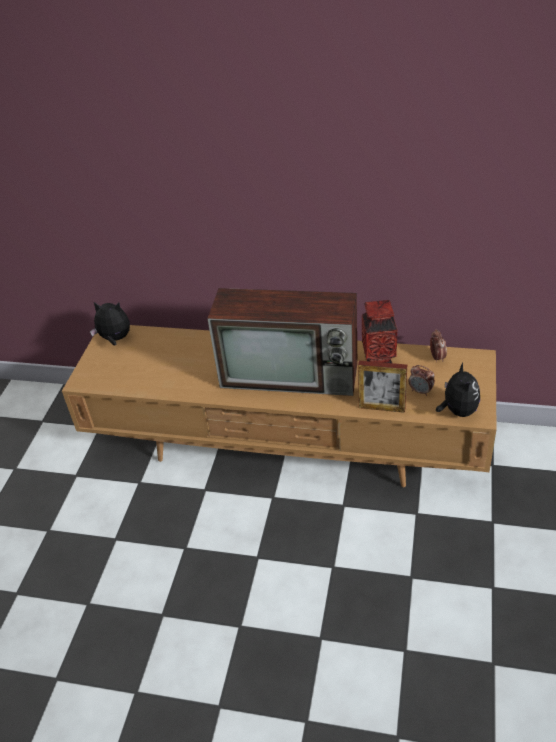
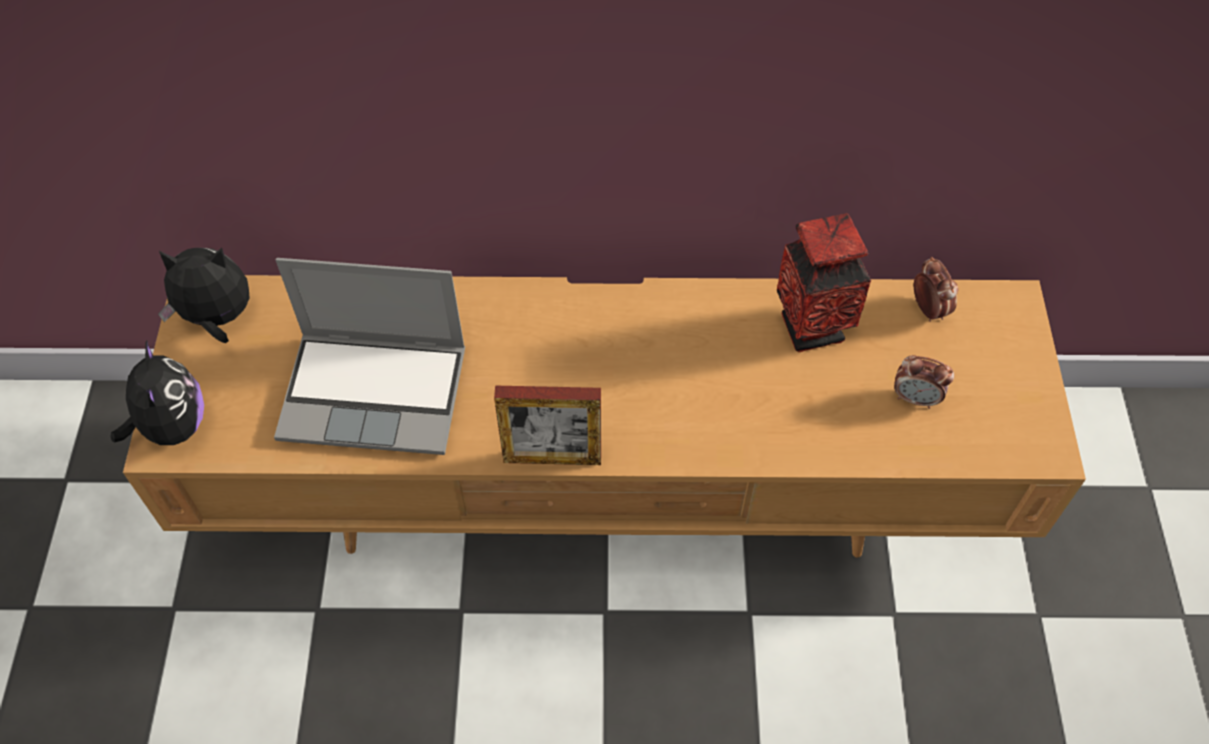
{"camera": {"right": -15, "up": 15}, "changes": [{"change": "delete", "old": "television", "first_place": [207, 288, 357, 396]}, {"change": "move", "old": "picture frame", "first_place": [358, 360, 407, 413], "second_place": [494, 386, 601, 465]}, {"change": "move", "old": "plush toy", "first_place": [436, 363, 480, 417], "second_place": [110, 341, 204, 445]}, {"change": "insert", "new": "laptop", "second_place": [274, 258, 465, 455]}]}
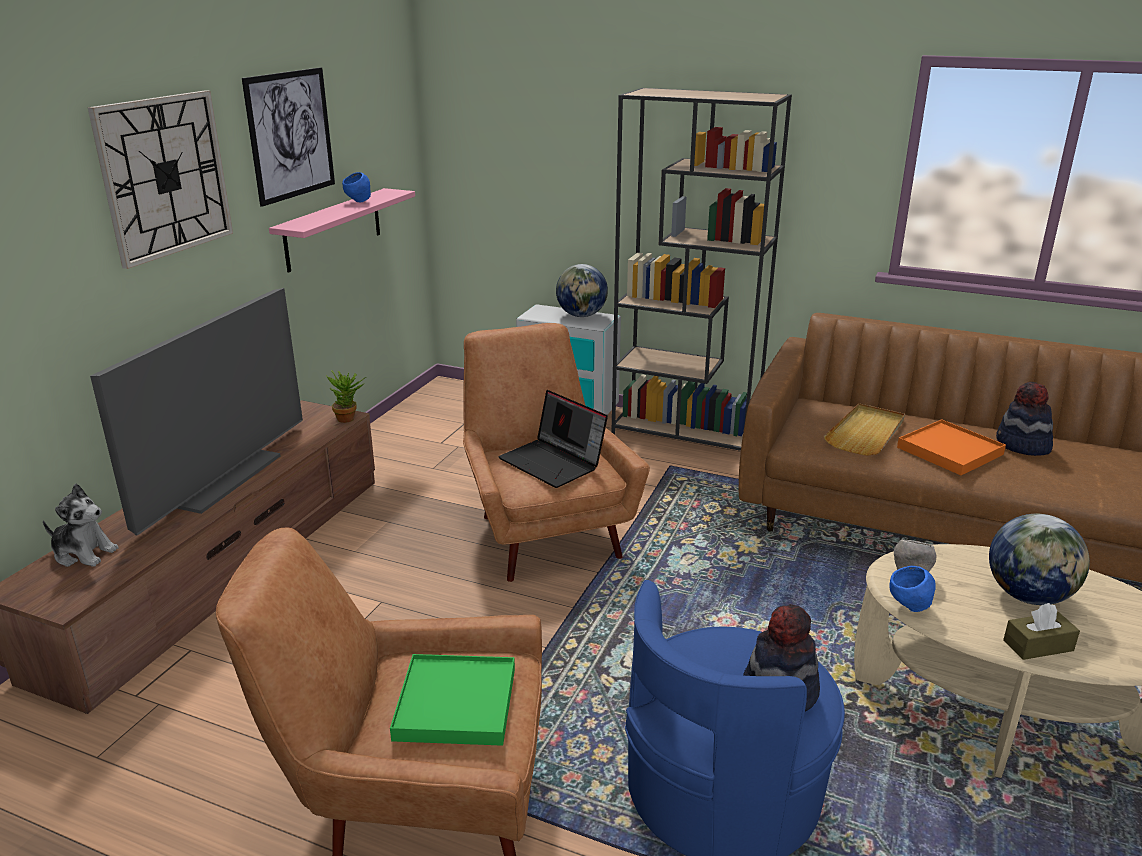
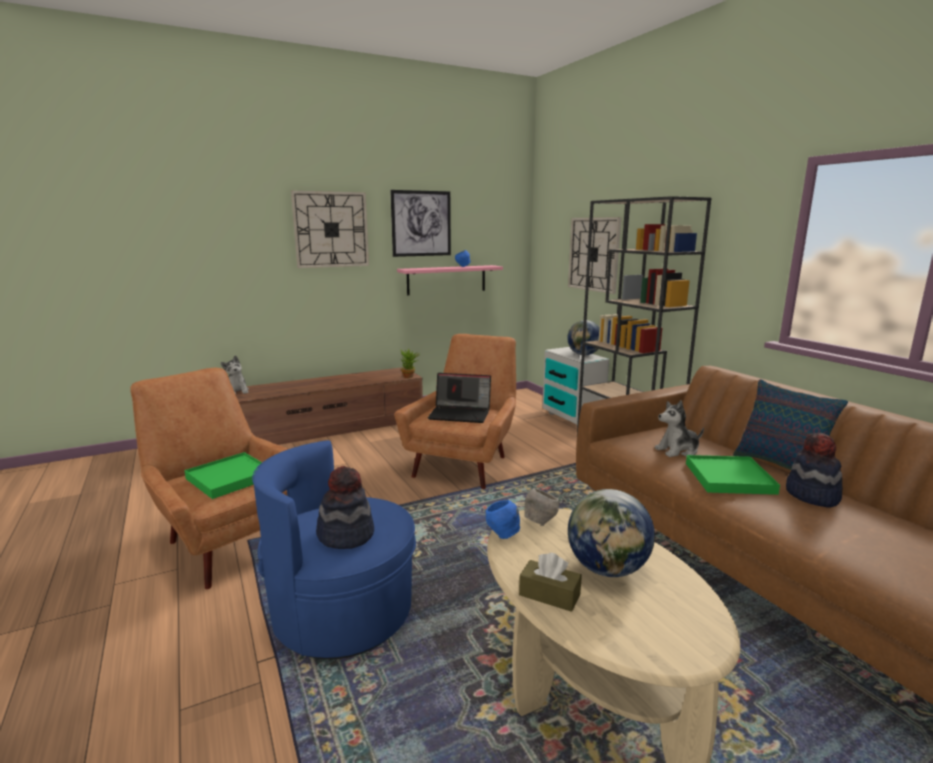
{"camera": {"right": 40, "up": -10}, "changes": [{"change": "delete", "old": "television", "first_place": [90, 288, 303, 535]}, {"change": "rotate", "old": "laptop", "first_place": [498, 390, 608, 488], "second_place": [428, 373, 491, 423], "degrees": -75}, {"change": "replace", "old": "tray (beige)", "new": "plush toy", "first_place": [824, 403, 905, 456], "second_place": [655, 400, 704, 457]}, {"change": "recolor", "old": "tray (orange)", "new": "tray (green)", "first_place": [897, 419, 1006, 475], "second_place": [686, 455, 780, 495]}, {"change": "insert", "new": "wall clock", "second_place": [568, 217, 621, 294]}, {"change": "insert", "new": "pillow (blue)", "second_place": [733, 379, 848, 470]}]}
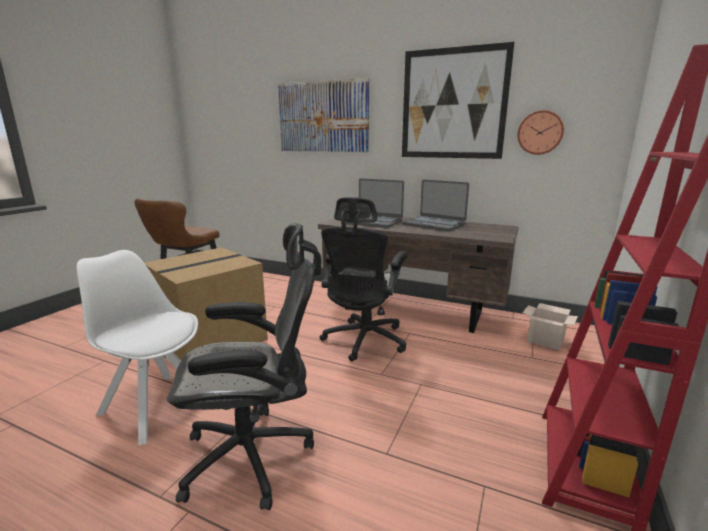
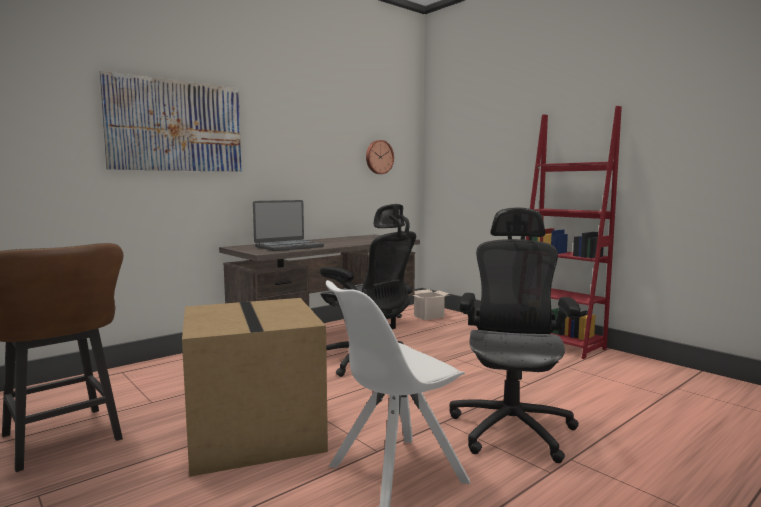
{"camera": {"right": -65, "up": -10}, "changes": [{"change": "delete", "old": "picture", "first_place": [402, 42, 514, 159]}, {"change": "delete", "old": "laptop", "first_place": [402, 180, 469, 231]}]}
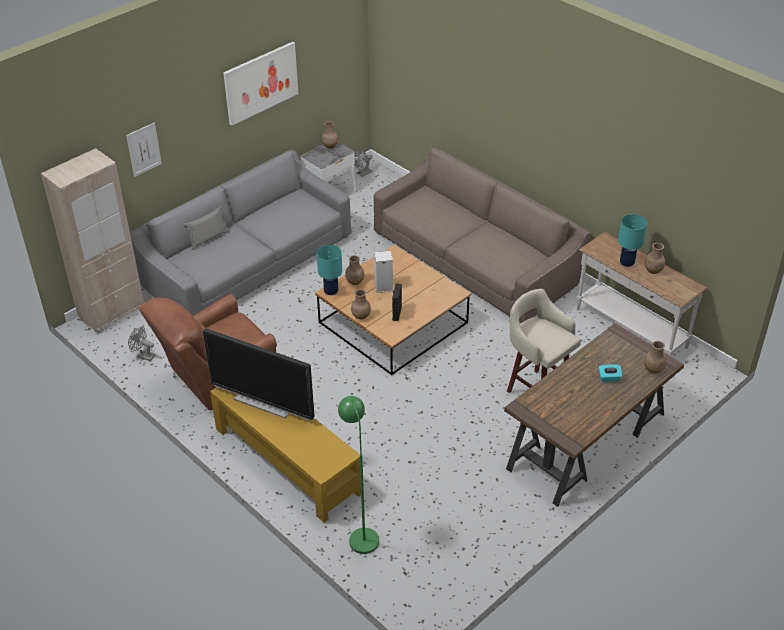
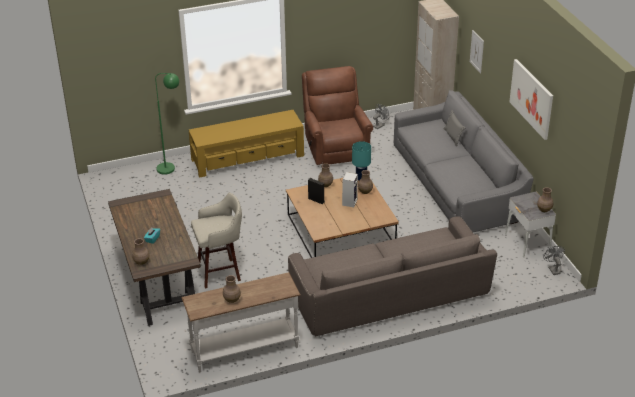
{"camera": {"right": 115, "up": -5}, "changes": [{"change": "delete", "old": "table lamp (turquoise)", "first_place": [618, 214, 647, 267]}, {"change": "delete", "old": "television", "first_place": [203, 328, 315, 421]}]}
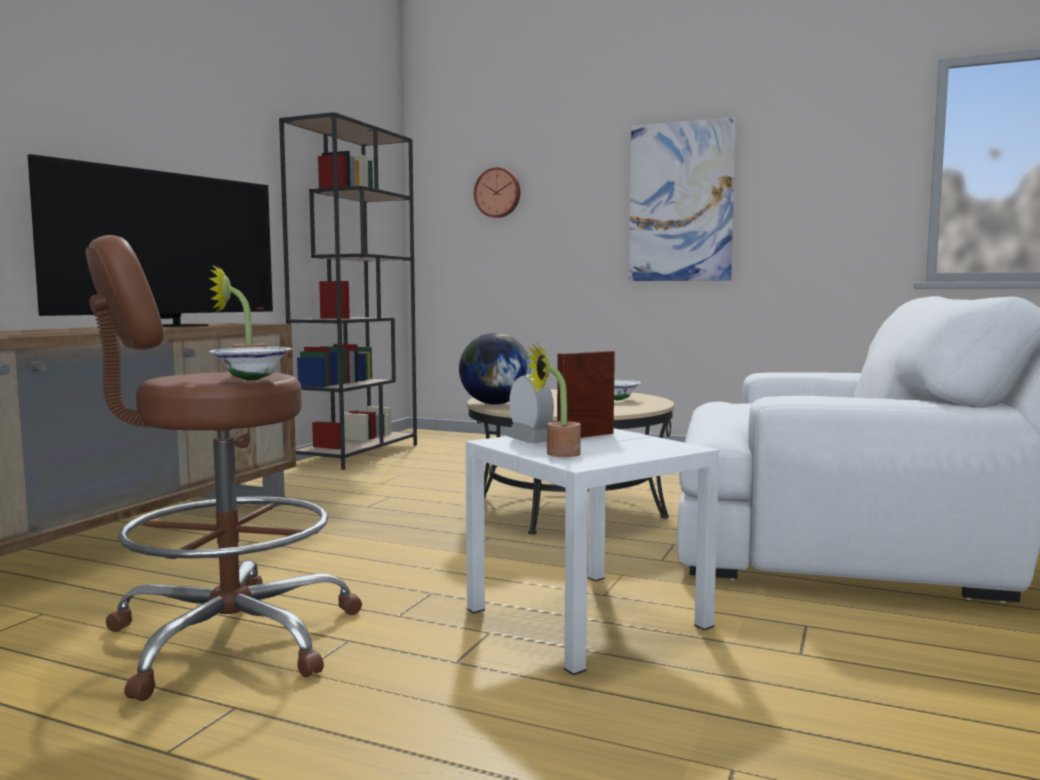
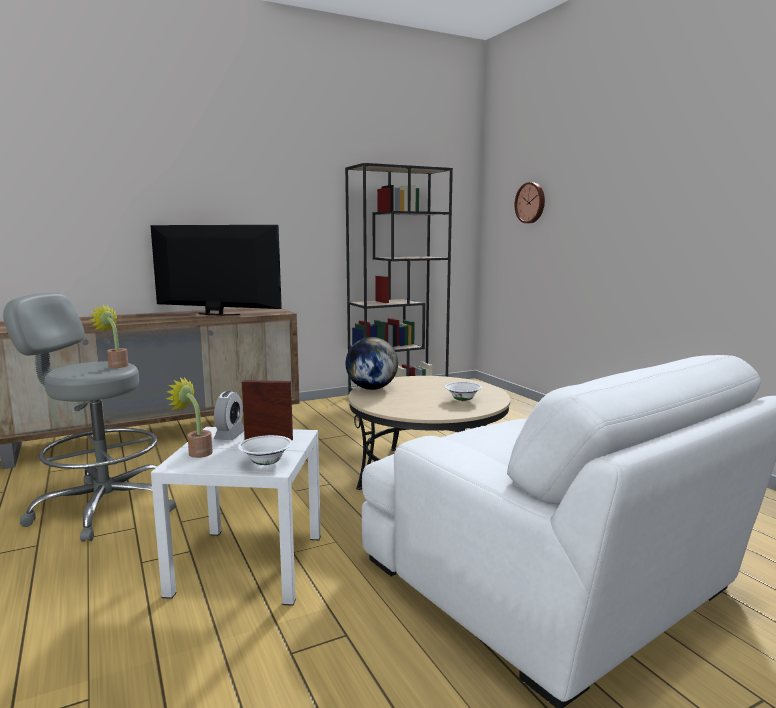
{"camera": {"right": 40, "up": 5}, "changes": [{"change": "delete", "old": "picture", "first_place": [629, 118, 736, 281]}, {"change": "rotate", "old": "television", "first_place": [28, 154, 273, 327], "second_place": [150, 225, 282, 316], "degrees": -150}, {"change": "recolor", "old": "stool (brown)", "new": "stool (grey)", "first_place": [85, 235, 362, 701], "second_place": [3, 292, 176, 542]}, {"change": "move", "old": "bowl (white)", "first_place": [209, 347, 292, 380], "second_place": [238, 435, 293, 465]}]}
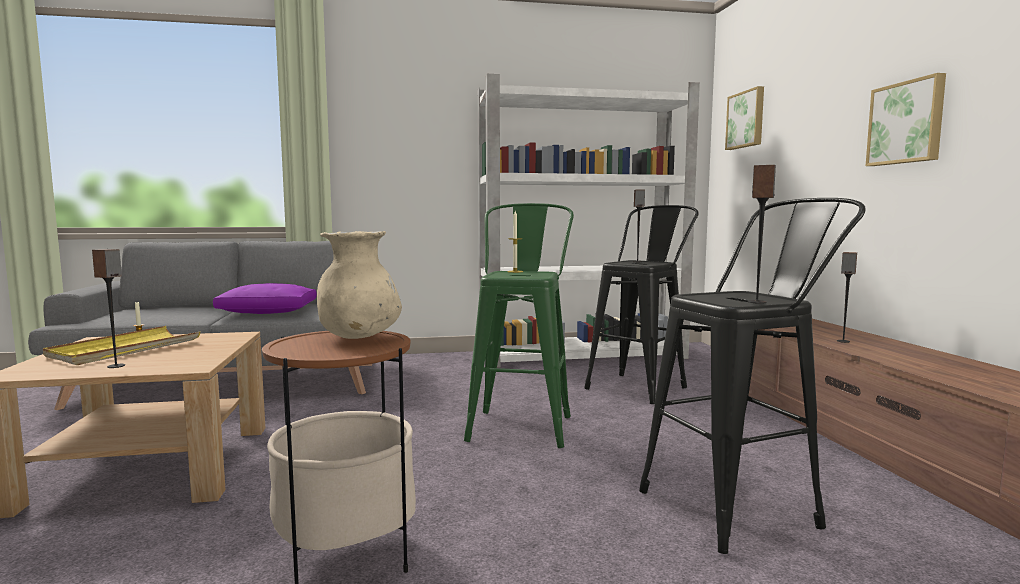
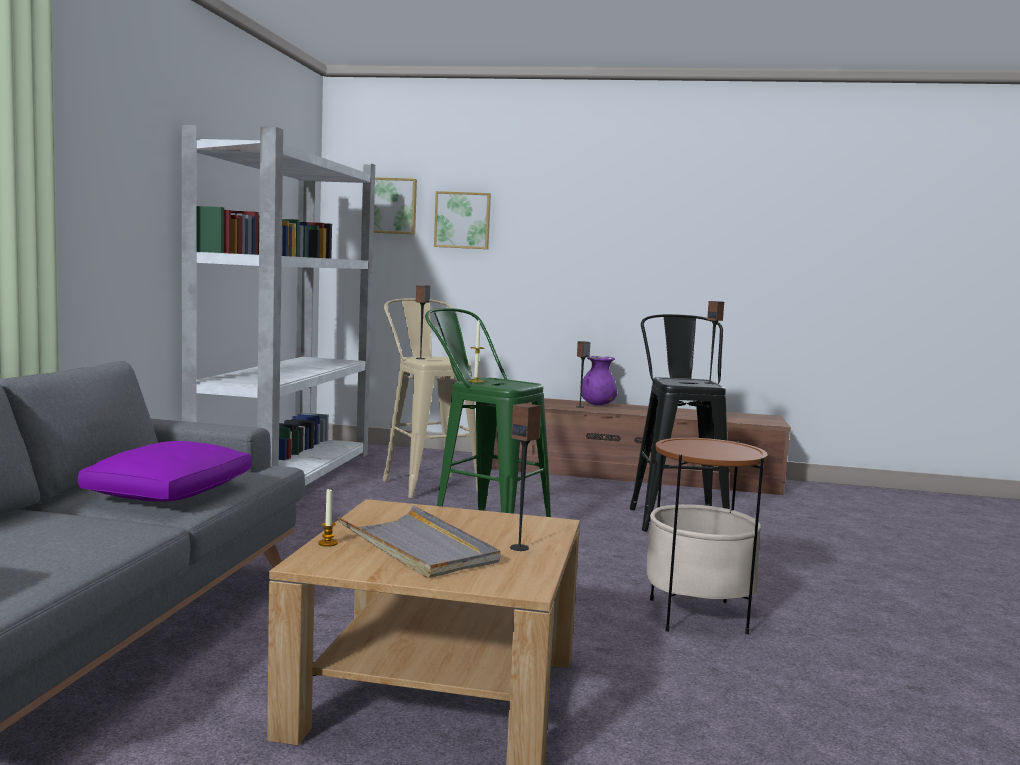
{"camera": {"right": -70, "up": 0}, "changes": [{"change": "move", "old": "picture", "first_place": [866, 73, 946, 166], "second_place": [434, 191, 491, 249]}, {"change": "recolor", "old": "stool (black)", "new": "stool (beige)", "first_place": [584, 205, 699, 404], "second_place": [382, 299, 478, 498]}, {"change": "delete", "old": "vase (beige)", "first_place": [317, 231, 402, 339]}, {"change": "recolor", "old": "tray (yellow)", "new": "tray (grey)", "first_place": [43, 326, 200, 365], "second_place": [337, 505, 501, 578]}, {"change": "insert", "new": "vase (purple)", "second_place": [580, 356, 618, 405]}]}
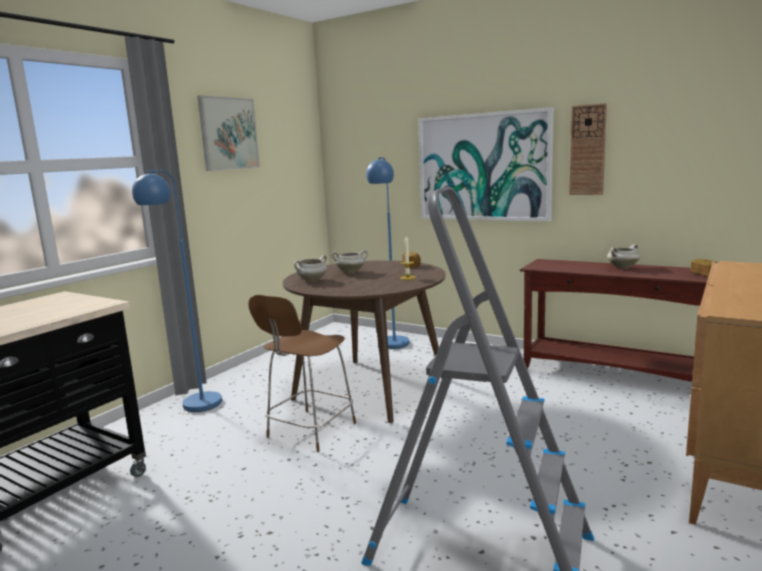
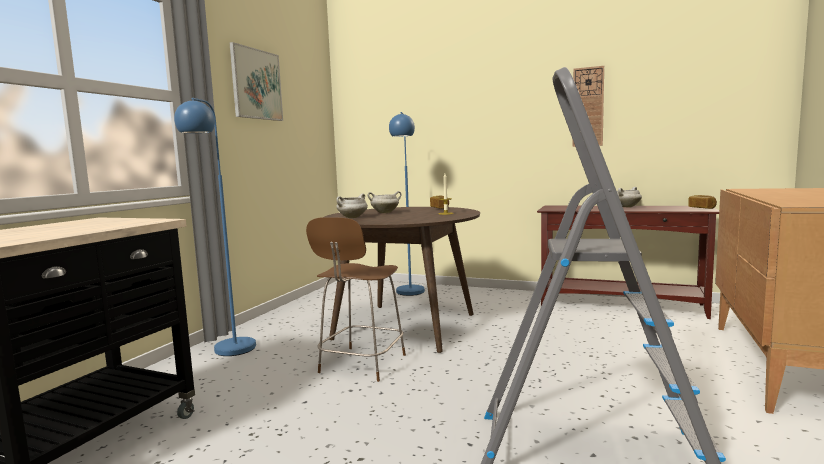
{"camera": {"right": -10, "up": -5}, "changes": [{"change": "delete", "old": "picture", "first_place": [418, 107, 554, 221]}]}
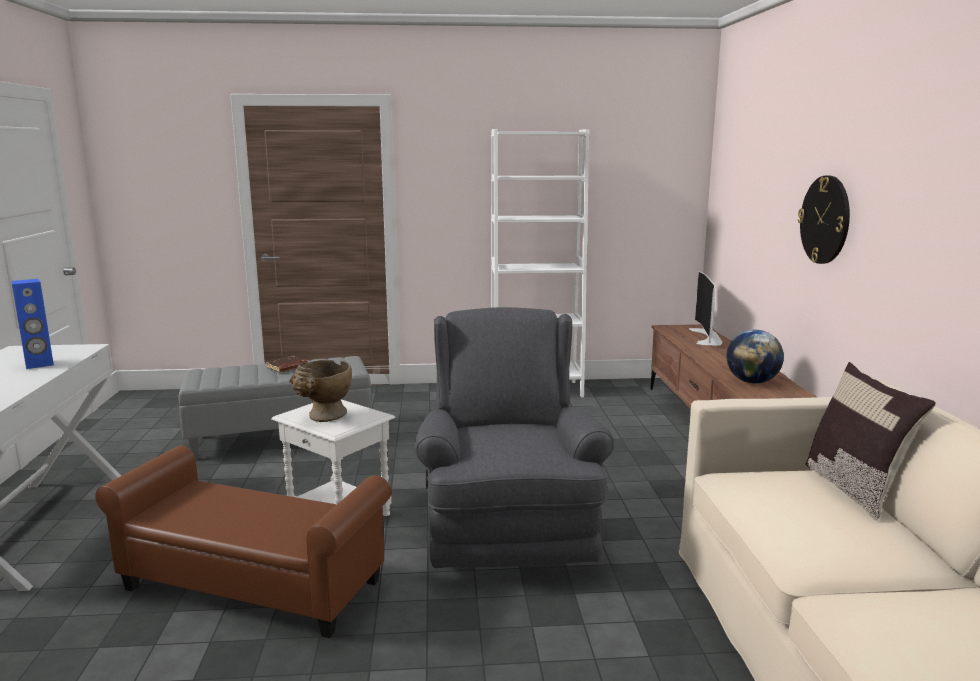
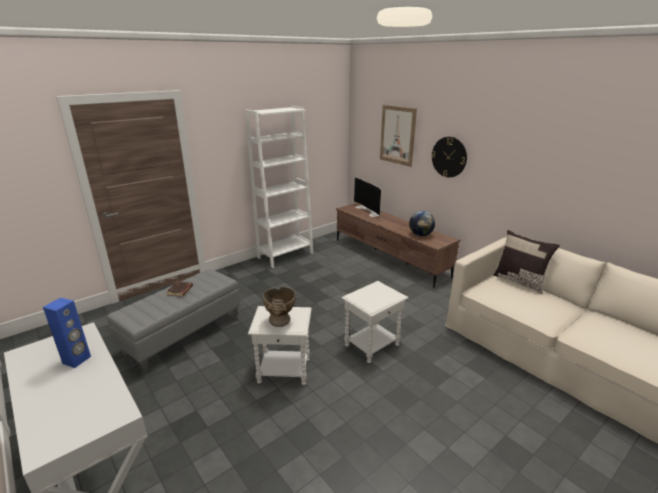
{"camera": {"right": -35, "up": 10}, "changes": [{"change": "replace", "old": "armchair (grey)", "new": "side table (white)", "first_place": [415, 307, 614, 568], "second_place": [341, 281, 409, 363]}, {"change": "delete", "old": "ottoman (brown)", "first_place": [95, 445, 391, 638]}, {"change": "insert", "new": "picture", "second_place": [380, 105, 417, 167]}]}
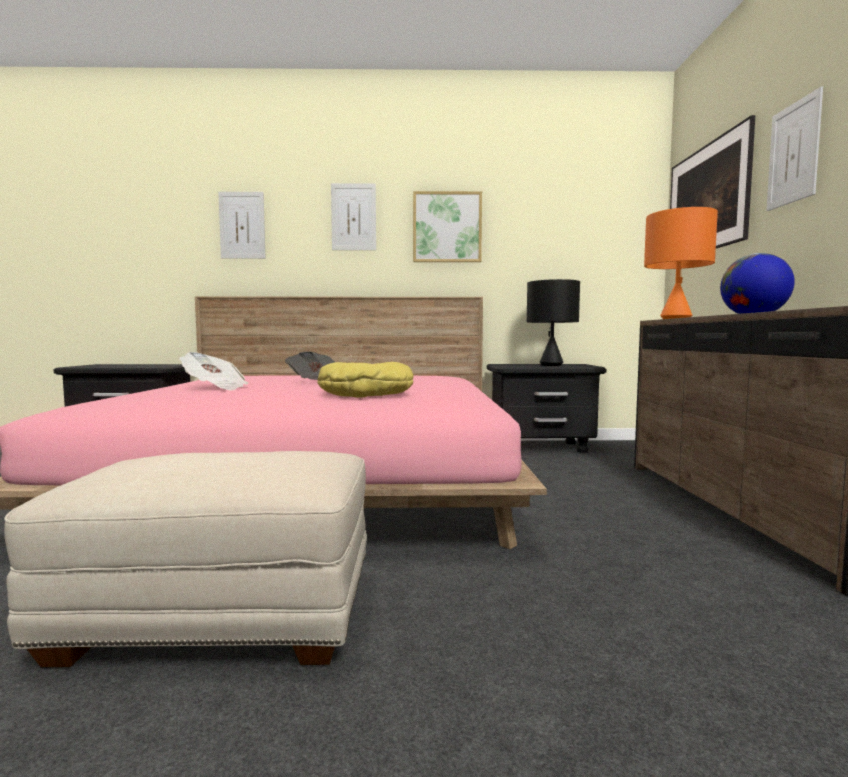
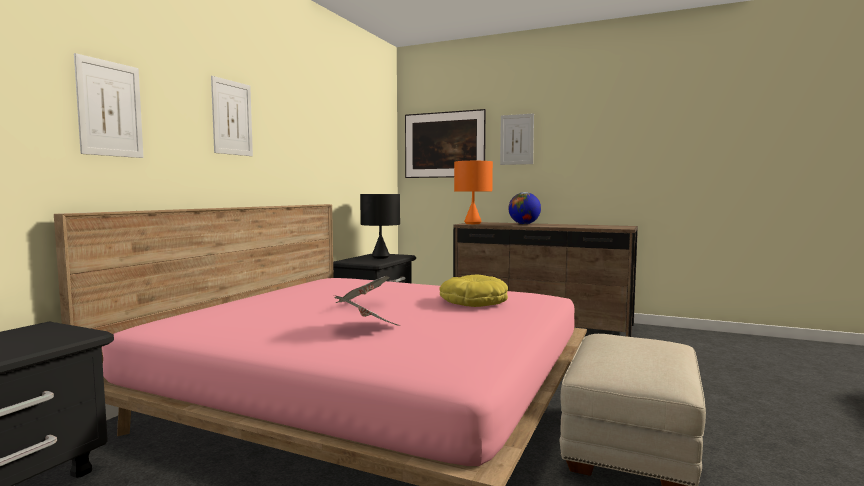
{"camera": {"right": -65, "up": 0}, "changes": [{"change": "delete", "old": "picture", "first_place": [413, 191, 482, 262]}]}
